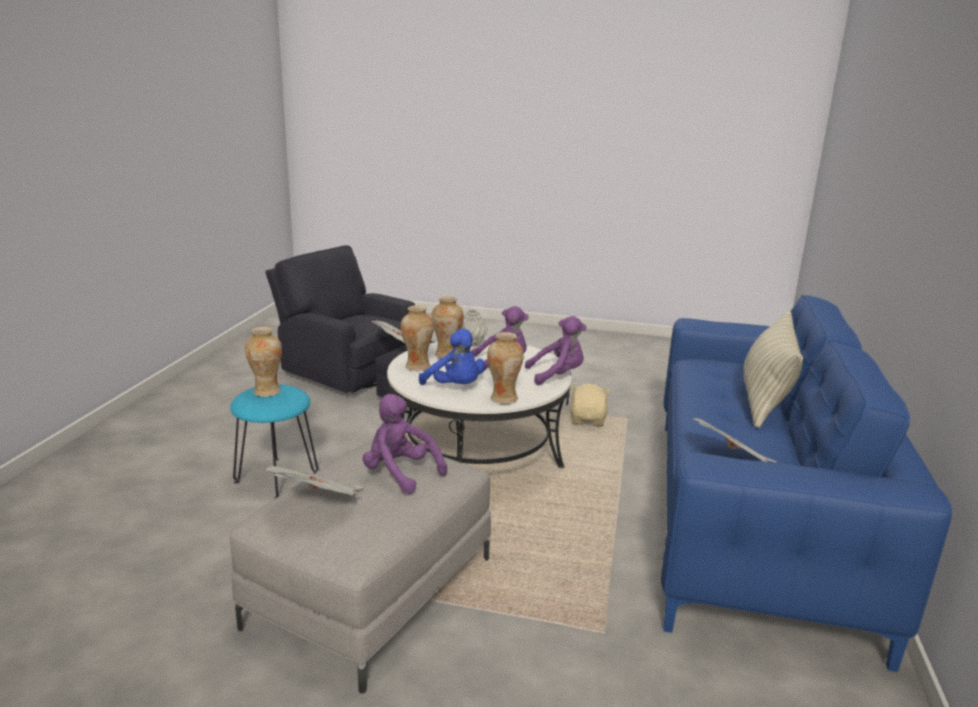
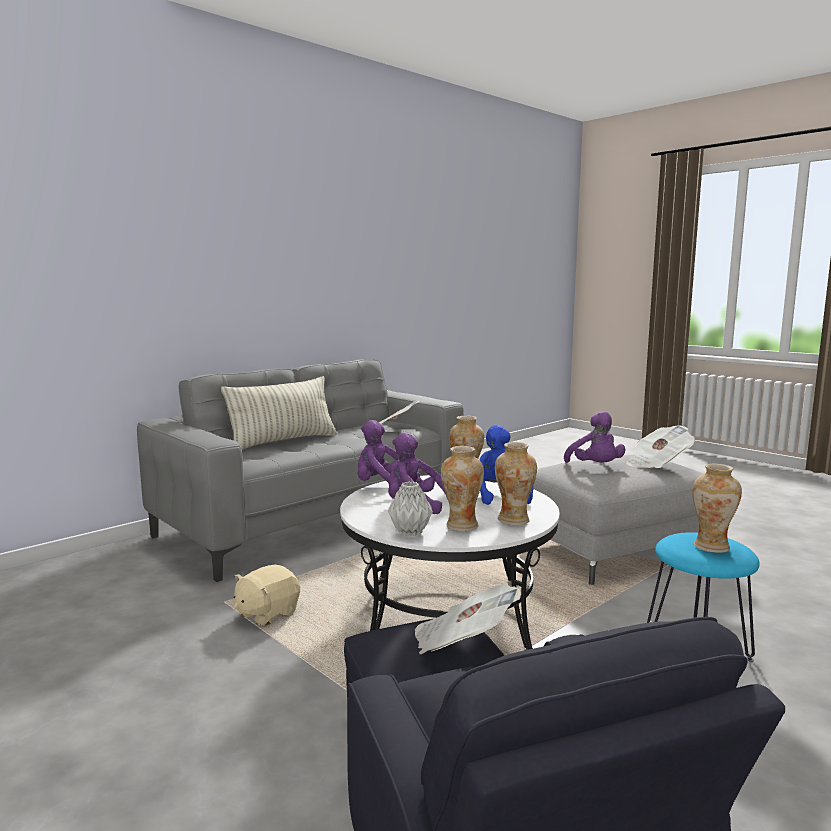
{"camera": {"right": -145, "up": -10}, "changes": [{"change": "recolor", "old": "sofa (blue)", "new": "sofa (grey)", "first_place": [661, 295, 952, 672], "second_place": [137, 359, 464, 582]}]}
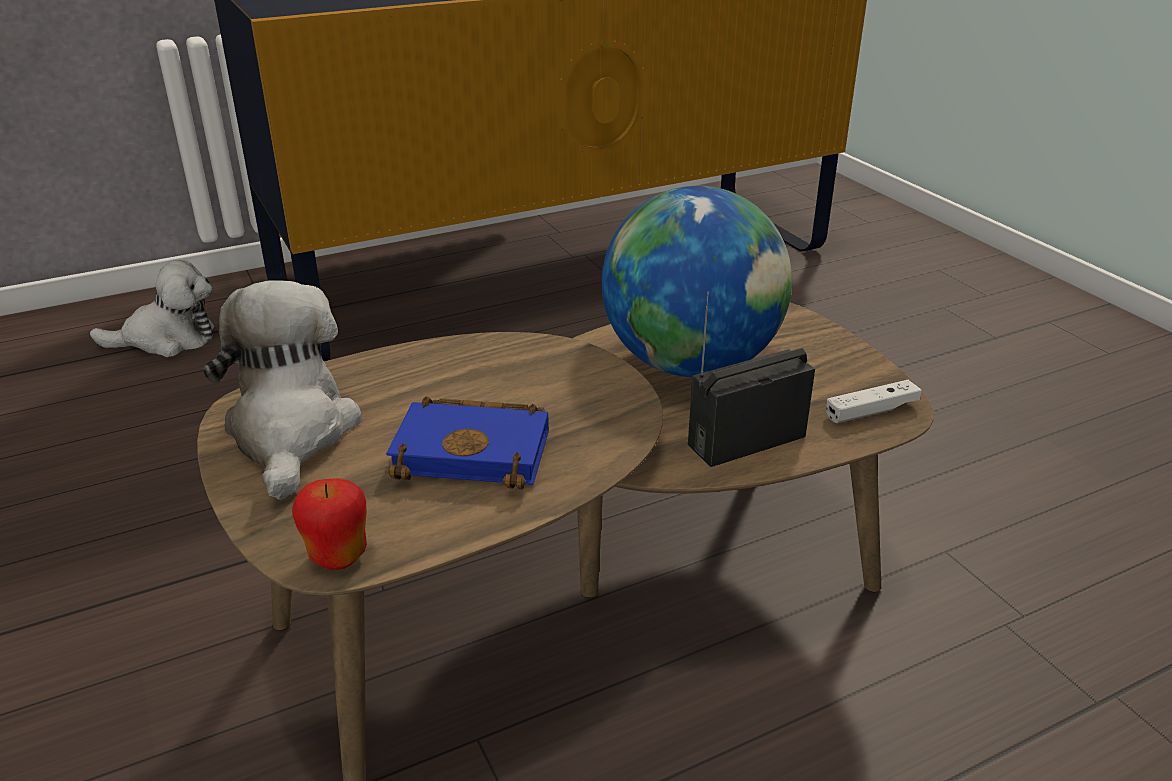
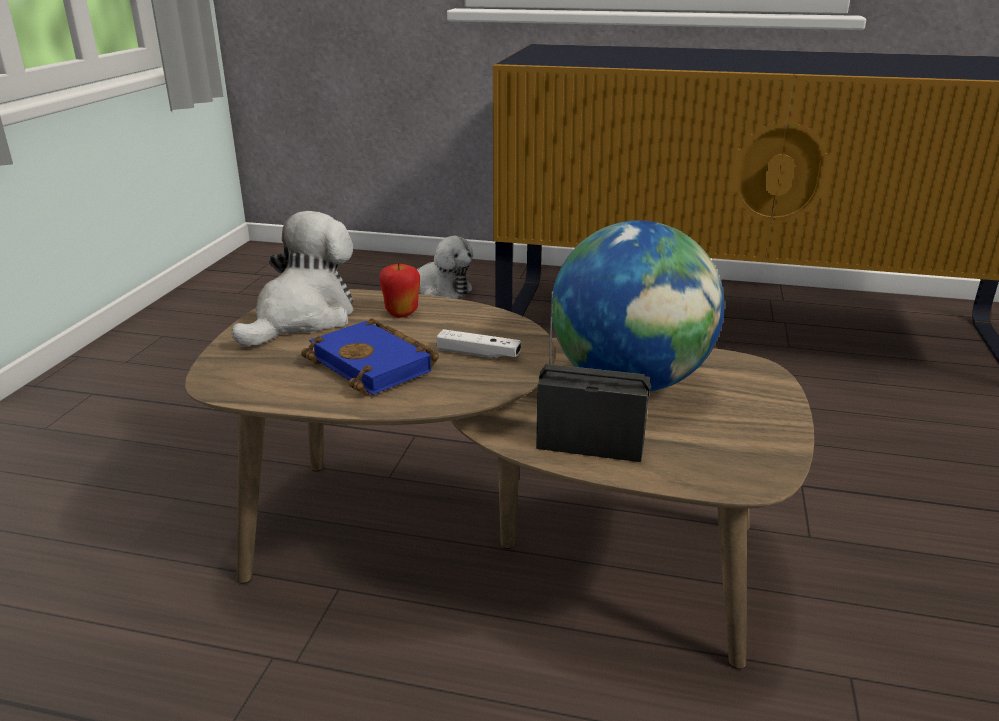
{"camera": {"right": 40, "up": -5}, "changes": [{"change": "move", "old": "game controller (white)", "first_place": [826, 380, 922, 423], "second_place": [436, 329, 521, 359]}, {"change": "move", "old": "apple", "first_place": [292, 478, 367, 570], "second_place": [379, 262, 420, 318]}]}
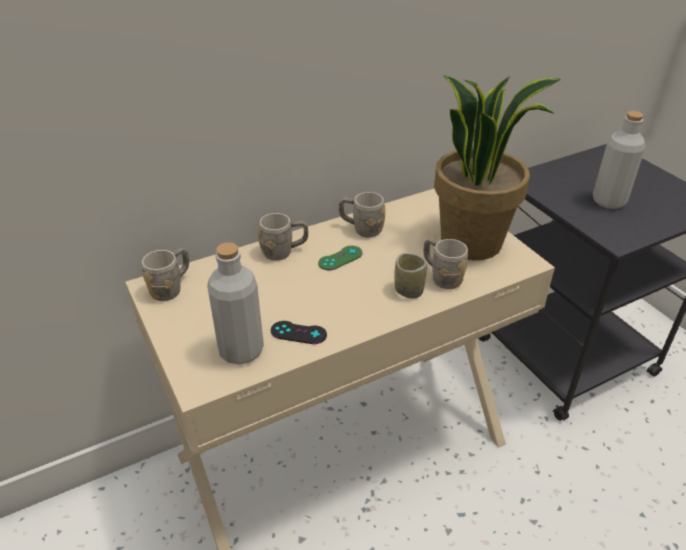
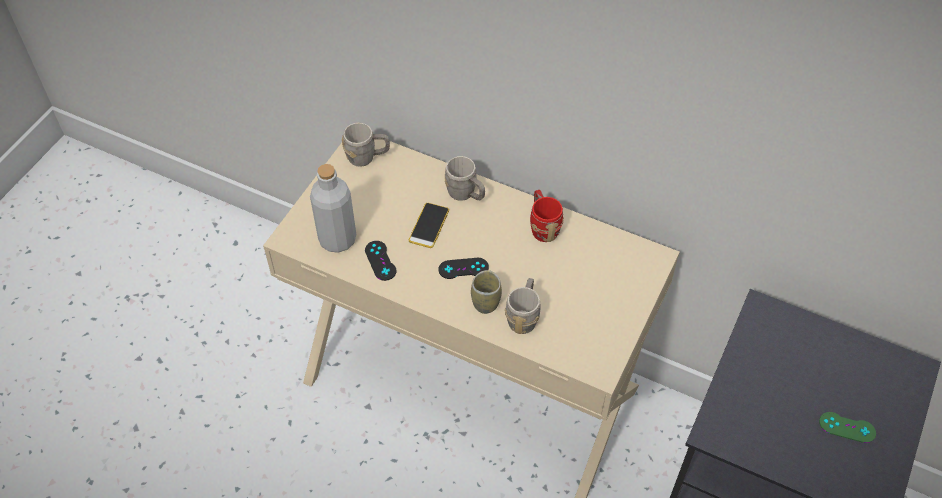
{"camera": {"right": 55, "up": 15}, "changes": [{"change": "delete", "old": "potted plant", "first_place": [434, 75, 561, 260]}, {"change": "delete", "old": "bottle (grey)", "first_place": [593, 111, 645, 209]}, {"change": "recolor", "old": "mug (grey)", "new": "mug (red)", "first_place": [339, 192, 385, 237], "second_place": [530, 190, 564, 242]}, {"change": "move", "old": "game controller (green)", "first_place": [318, 246, 363, 270], "second_place": [819, 412, 876, 443]}, {"change": "insert", "new": "phone", "second_place": [409, 203, 449, 248]}, {"change": "insert", "new": "game controller (black)", "second_place": [438, 258, 489, 279]}]}
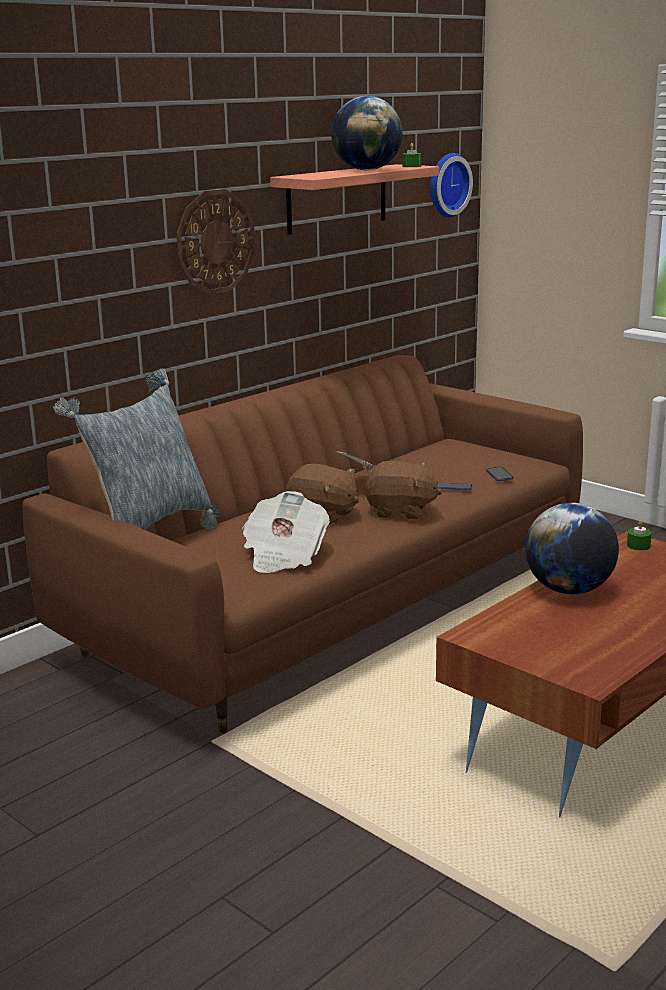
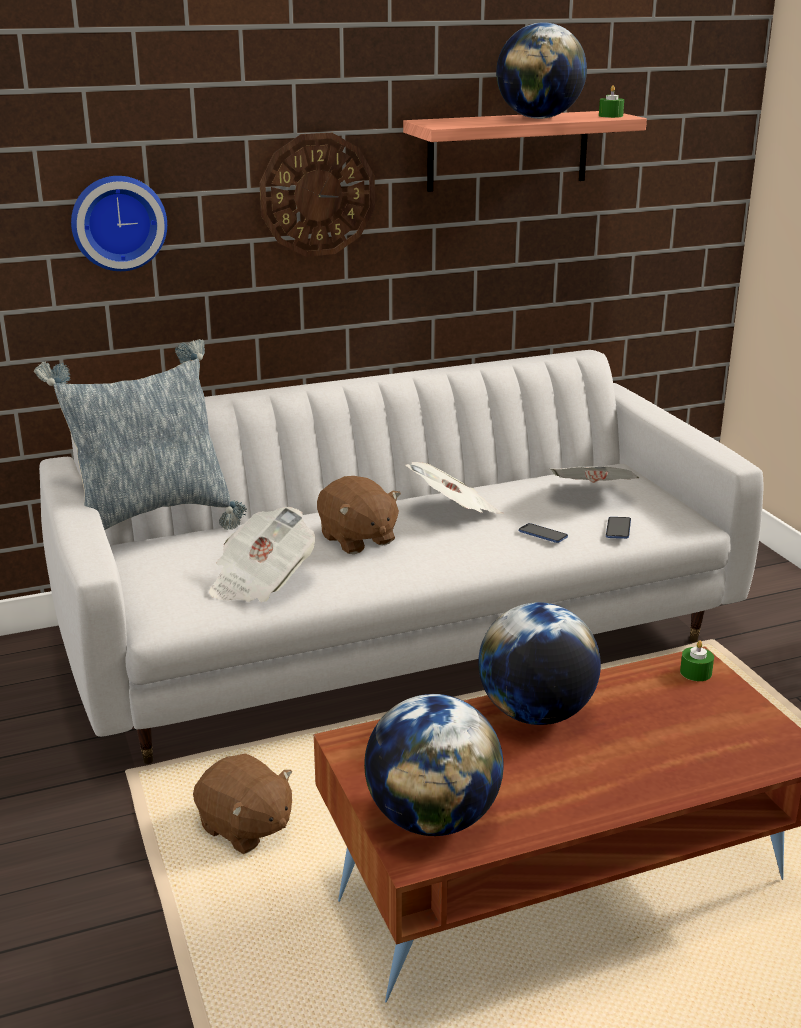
{"camera": {"right": 25, "up": 5}, "changes": [{"change": "move", "old": "wall clock", "first_place": [430, 153, 473, 218], "second_place": [71, 176, 167, 271]}, {"change": "recolor", "old": "sofa (brown)", "new": "sofa (white)", "first_place": [22, 355, 583, 733], "second_place": [39, 350, 763, 764]}, {"change": "move", "old": "plush toy (brown)", "first_place": [365, 461, 442, 520], "second_place": [193, 753, 292, 854]}, {"change": "insert", "new": "newspaper", "second_place": [550, 466, 639, 483]}, {"change": "insert", "new": "globe", "second_place": [364, 694, 504, 836]}]}
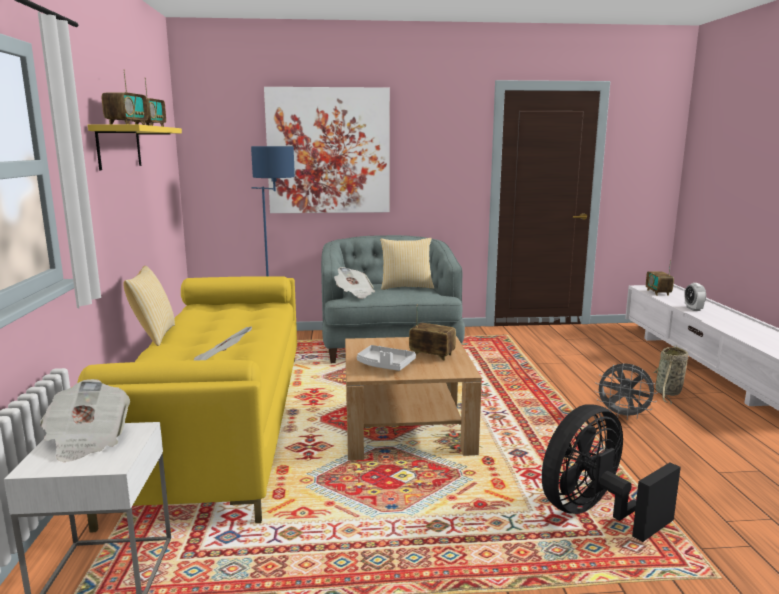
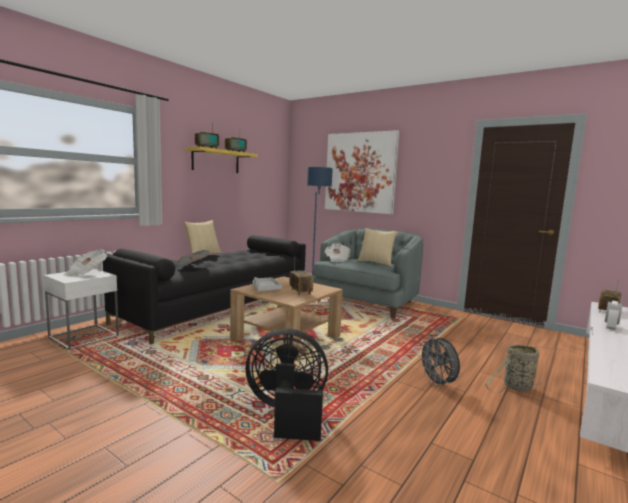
{"camera": {"right": 40, "up": -5}, "changes": [{"change": "recolor", "old": "sofa (yellow)", "new": "sofa (black)", "first_place": [78, 276, 297, 533], "second_place": [103, 235, 306, 344]}]}
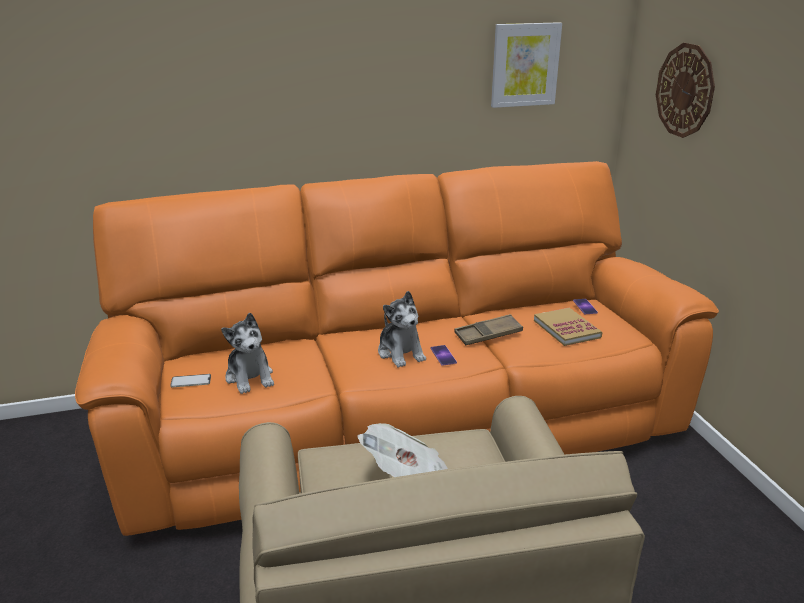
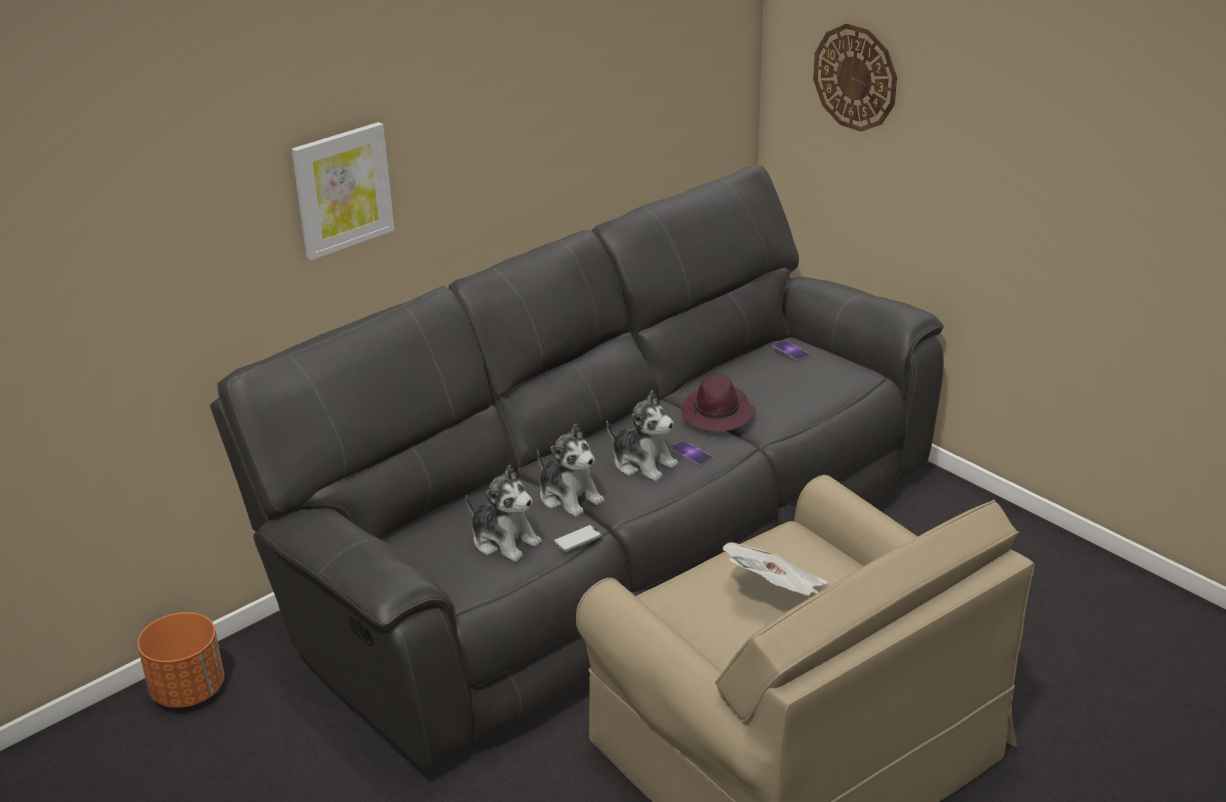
{"camera": {"right": -25, "up": 5}, "changes": [{"change": "move", "old": "picture", "first_place": [491, 22, 562, 108], "second_place": [291, 122, 394, 260]}, {"change": "recolor", "old": "sofa (orange)", "new": "sofa (grey)", "first_place": [75, 161, 719, 536], "second_place": [210, 166, 944, 769]}, {"change": "delete", "old": "book", "first_place": [534, 308, 602, 346]}, {"change": "replace", "old": "tray (brown)", "new": "hat (purple)", "first_place": [454, 314, 523, 345], "second_place": [681, 375, 755, 432]}, {"change": "move", "old": "phone", "first_place": [170, 374, 211, 387], "second_place": [553, 524, 602, 552]}, {"change": "insert", "new": "plush toy", "second_place": [537, 424, 604, 517]}, {"change": "insert", "new": "planter (orange)", "second_place": [137, 612, 224, 708]}]}
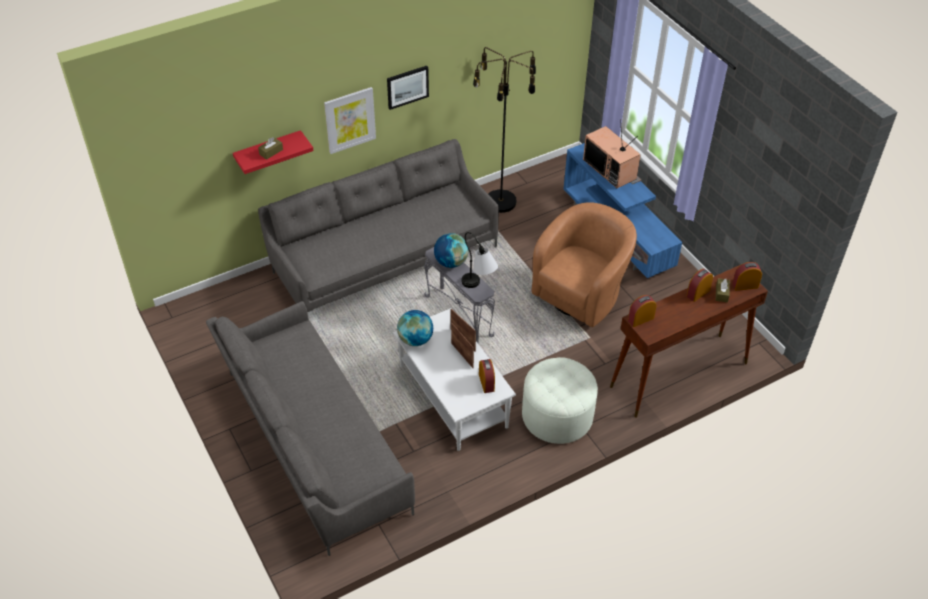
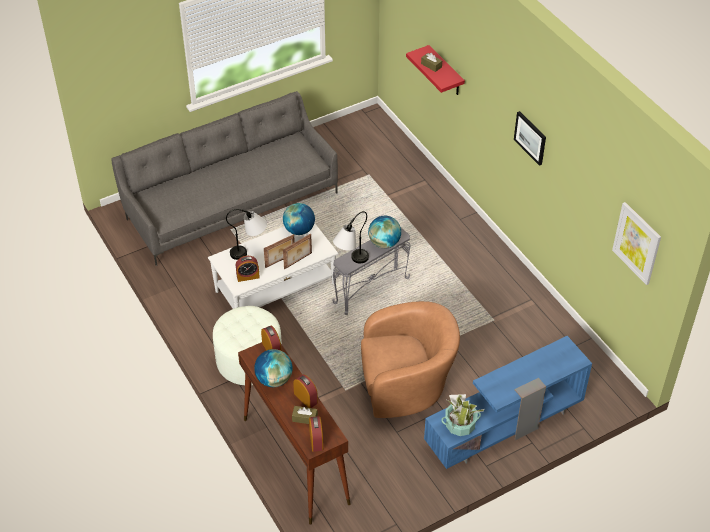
{"camera": {"right": 90, "up": 0}, "changes": [{"change": "delete", "old": "floor lamp", "first_place": [473, 47, 536, 213]}, {"change": "move", "old": "picture", "first_place": [324, 87, 376, 154], "second_place": [612, 202, 661, 285]}, {"change": "delete", "old": "television", "first_place": [583, 119, 641, 188]}, {"change": "delete", "old": "sofa (grey)", "first_place": [258, 139, 499, 312]}, {"change": "rotate", "old": "armchair (brown)", "first_place": [531, 202, 637, 327], "second_place": [361, 301, 460, 418], "degrees": -45}, {"change": "insert", "new": "table lamp", "second_place": [226, 209, 267, 260]}, {"change": "insert", "new": "globe", "second_place": [254, 349, 292, 387]}, {"change": "insert", "new": "potted plant", "second_place": [442, 394, 485, 436]}]}
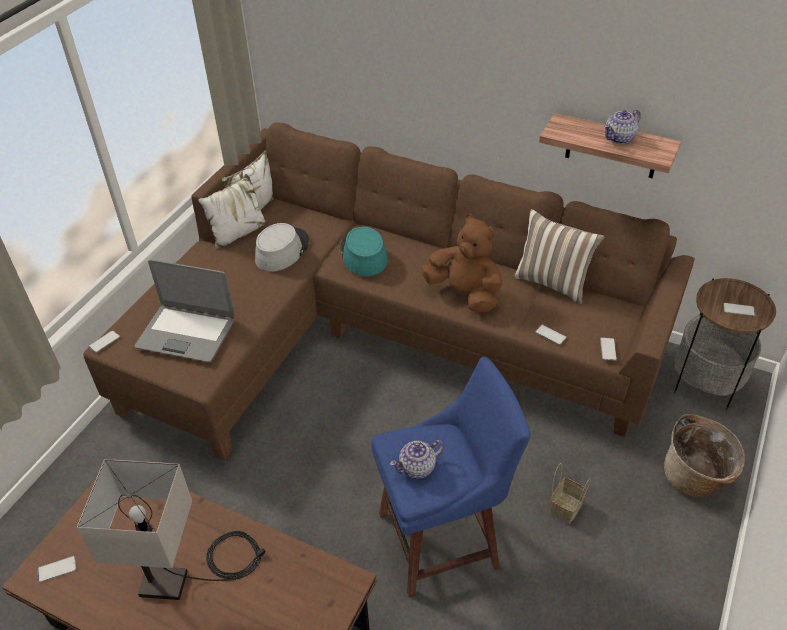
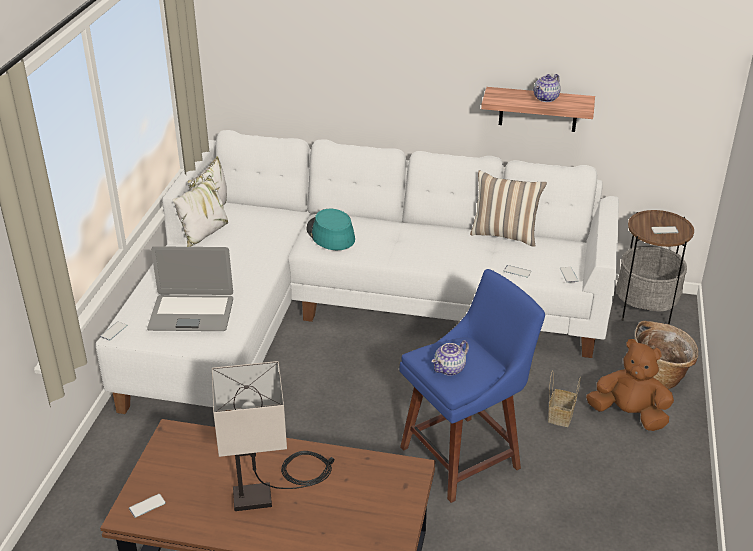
{"camera": {"right": -15, "up": -10}, "changes": [{"change": "recolor", "old": "sofa (brown)", "new": "sofa (white)", "first_place": [83, 122, 695, 460], "second_place": [95, 130, 619, 414]}, {"change": "move", "old": "plush toy (brown)", "first_place": [421, 214, 502, 313], "second_place": [586, 339, 674, 431]}, {"change": "delete", "old": "hat (grey)", "first_place": [255, 223, 309, 272]}]}
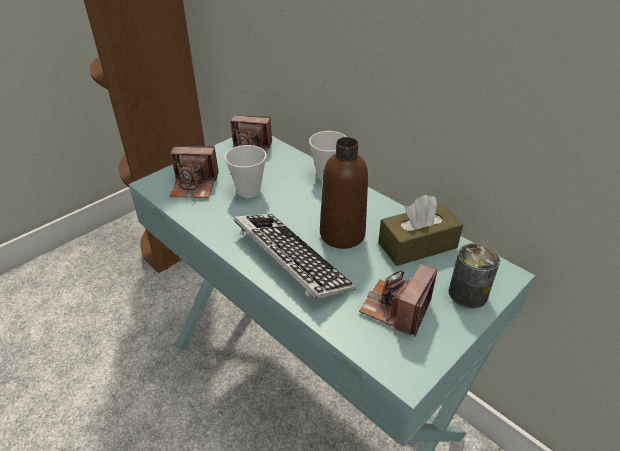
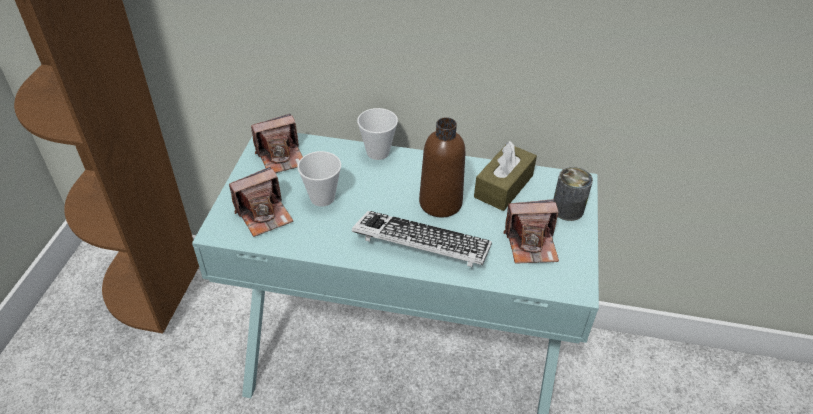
{"camera": {"right": -35, "up": 5}, "changes": [{"change": "rotate", "old": "photo camera", "first_place": [359, 264, 437, 337], "second_place": [503, 199, 559, 264], "degrees": -90}]}
